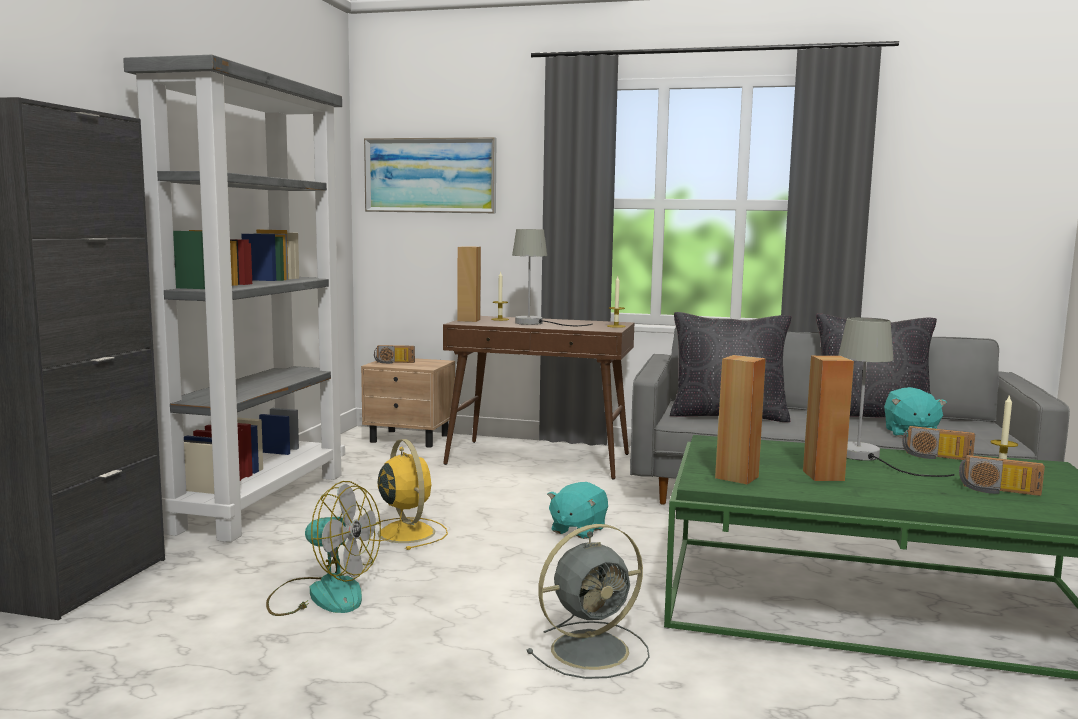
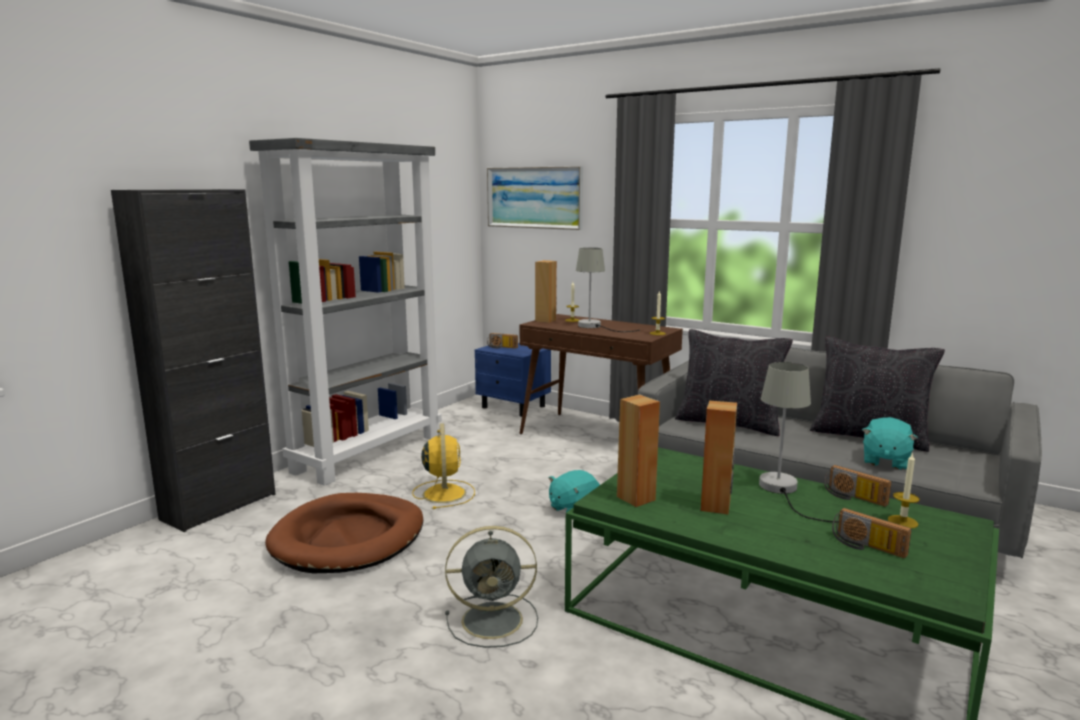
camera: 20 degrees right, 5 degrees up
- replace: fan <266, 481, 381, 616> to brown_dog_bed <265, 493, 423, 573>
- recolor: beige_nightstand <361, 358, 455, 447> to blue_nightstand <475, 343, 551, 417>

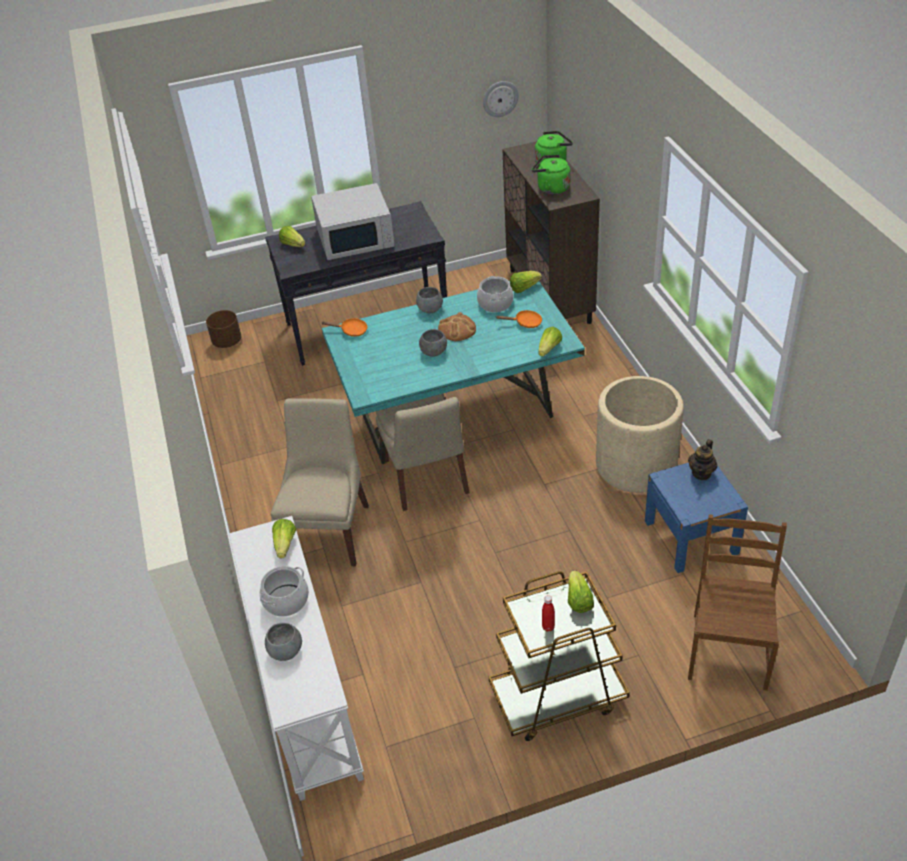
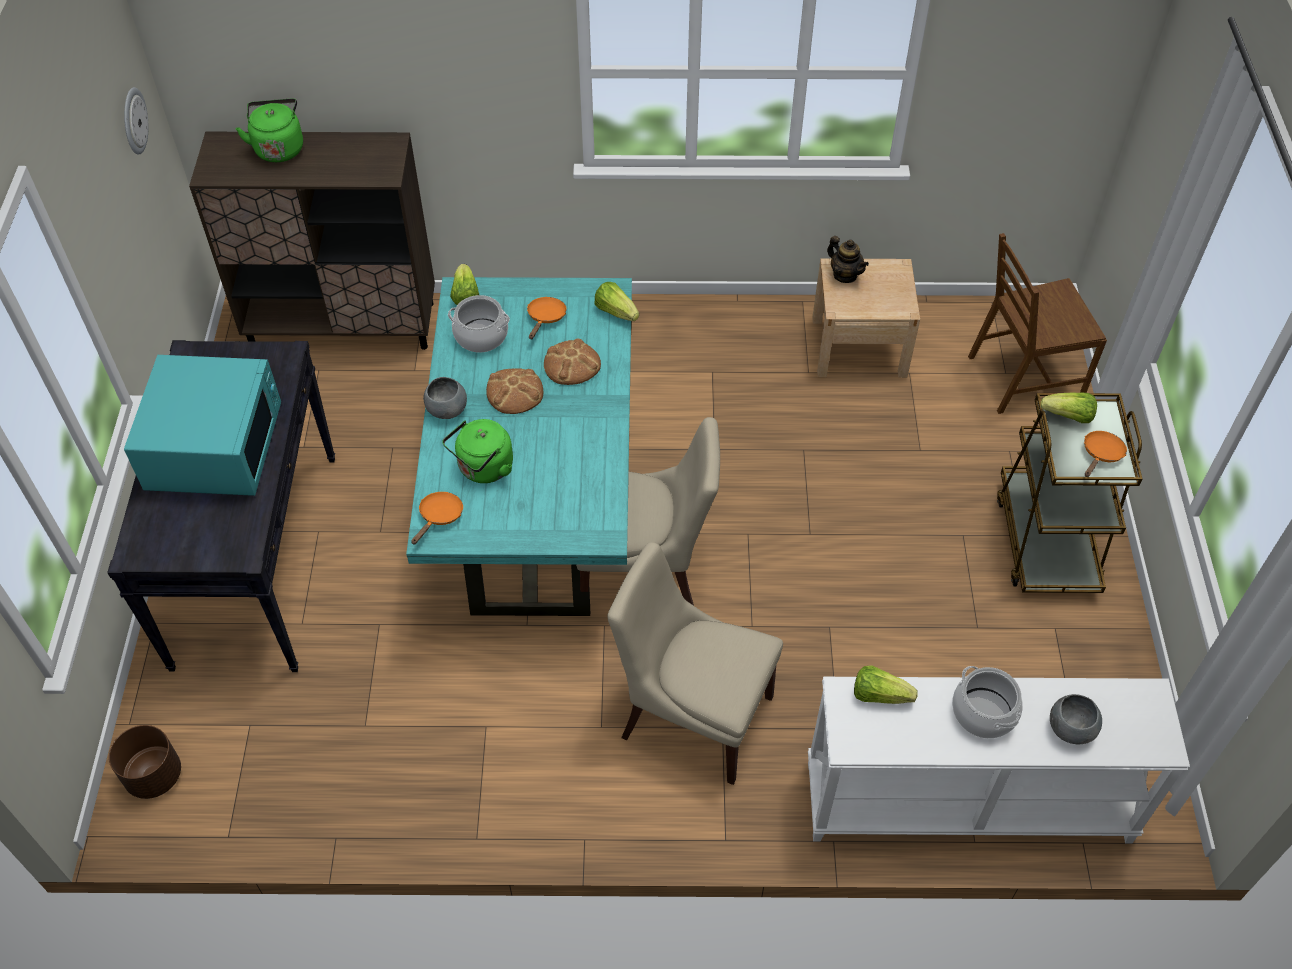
camera: 75 degrees left, 10 degrees up
- delete: lettuce <279, 226, 305, 247>
- delete: grey_bowl <419, 329, 447, 357>
- delete: beige_planter <596, 376, 684, 493>
- insert: bread <544, 338, 601, 385>
- move: green_kettle <532, 155, 570, 194> to <442, 419, 513, 483>
- replace: red_bottle <542, 595, 555, 632> to orange_frying_pan <1084, 431, 1127, 477>
- recolor: white_microwave <311, 183, 395, 260> to turquoise_microwave <124, 355, 281, 496>
- recolor: blue_nightstand <645, 463, 748, 573> to beige_nightstand <812, 259, 920, 378>
- rotate: brown_chair <688, 514, 787, 691> = <968, 233, 1107, 414> 45 degrees counterclockwise

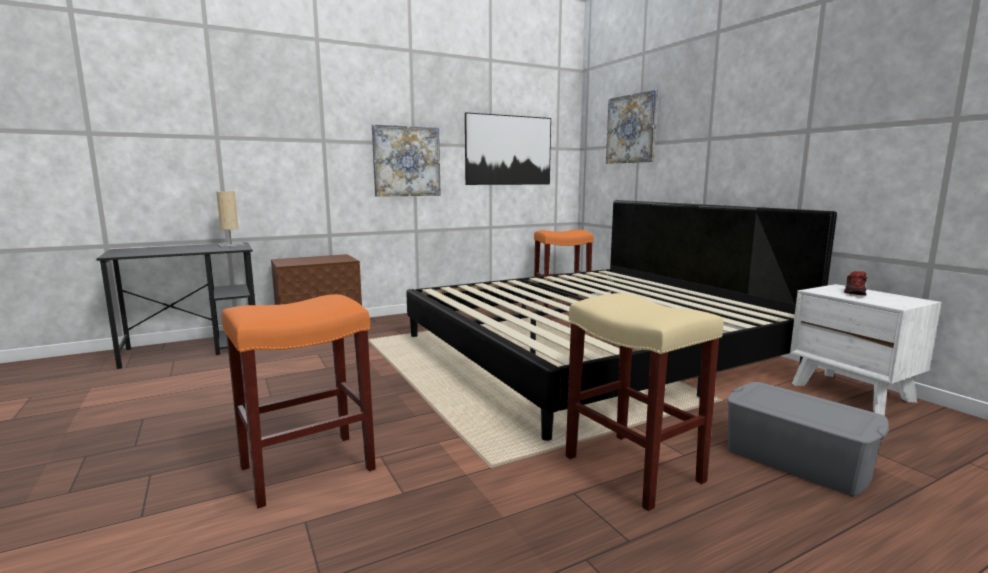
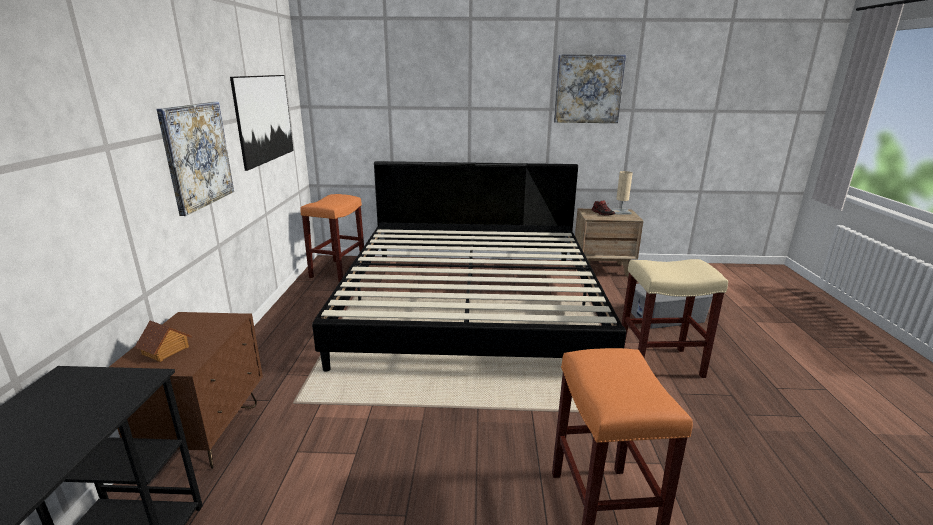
camera: 60 degrees left, 10 degrees up
- insert: toy_house <135, 320, 192, 362>
- move: beige_table_lamp <216, 192, 245, 248> to <611, 171, 633, 215>
- move: picture <606, 90, 658, 164> to <554, 54, 626, 123>
- recolor: white_nightstand <790, 284, 941, 416> to brown_nightstand <575, 209, 644, 277>

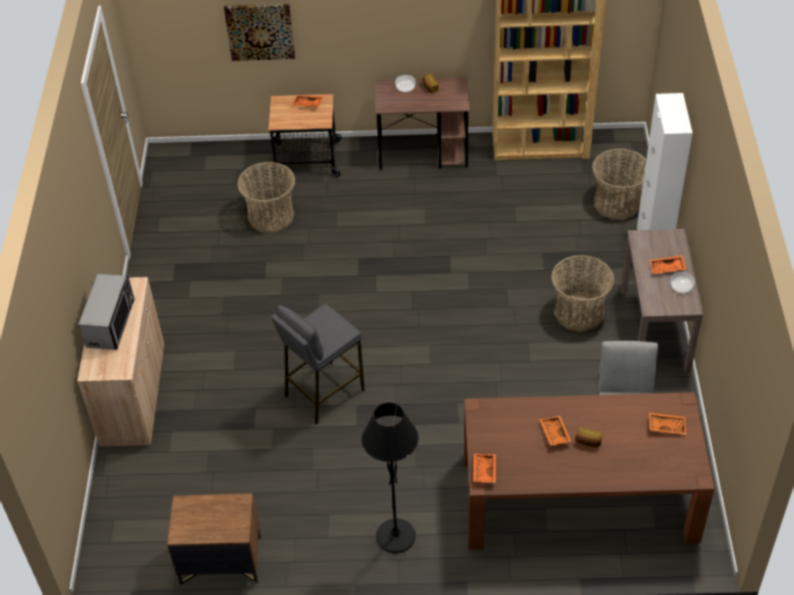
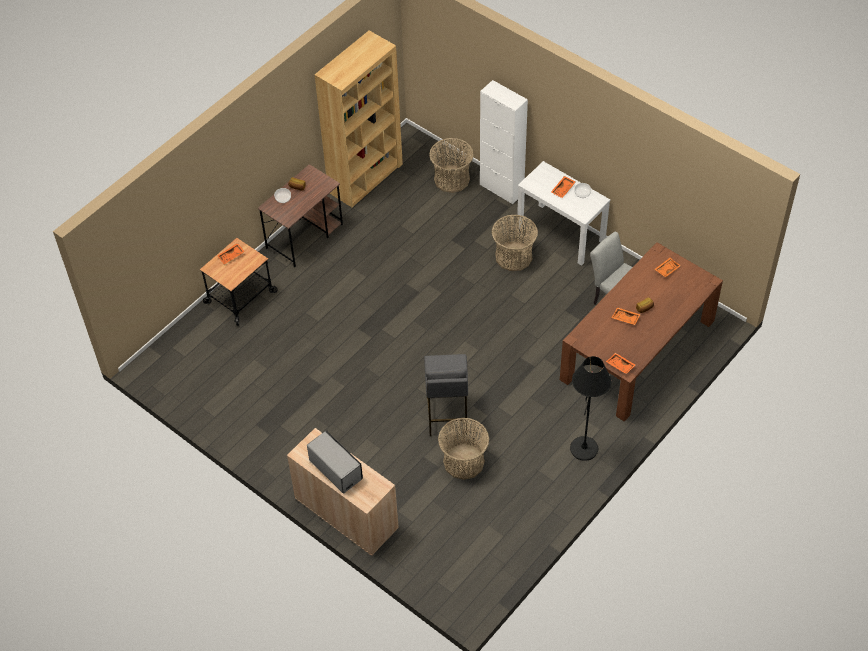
camera: 50 degrees left, 5 degrees up
- delete: brown_nightstand <167, 493, 261, 585>
- delete: picture <224, 4, 295, 61>
- move: basket <237, 162, 295, 233> to <438, 418, 489, 480>
- recolor: brown_console_table <620, 229, 703, 373> to white_console_table <517, 161, 610, 266>

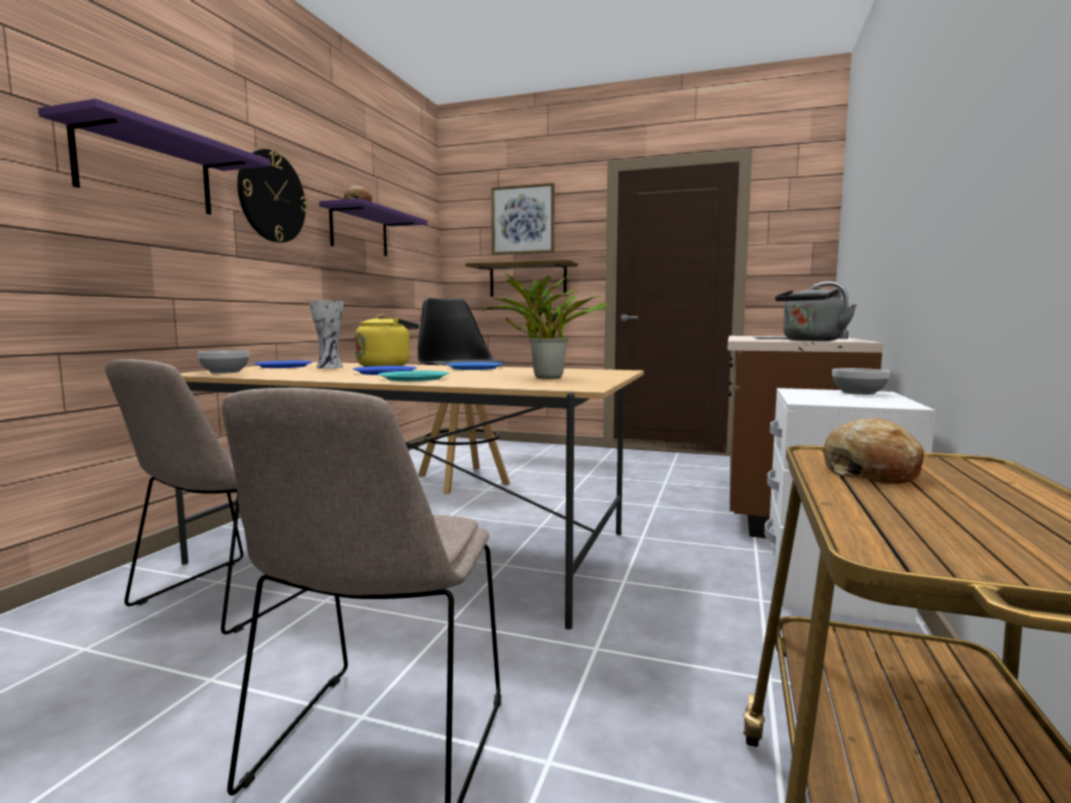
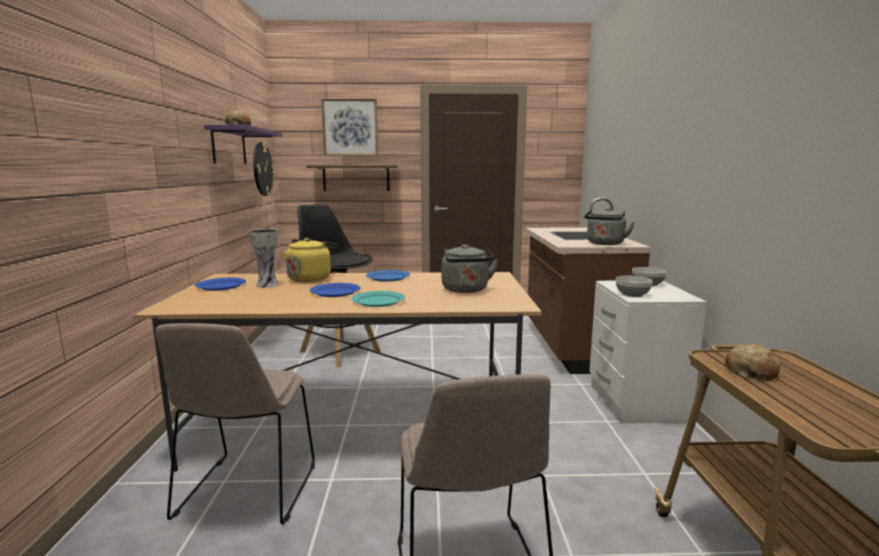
camera: 20 degrees left, 5 degrees up
- delete: purple_shelf <38, 98, 271, 215>
- move: bowl <197, 350, 249, 374> to <616, 276, 653, 297>
- move: wall_clock <237, 149, 308, 243> to <253, 142, 275, 196>
- replace: potted_plant <481, 271, 607, 379> to grey_kettle <442, 244, 498, 293>

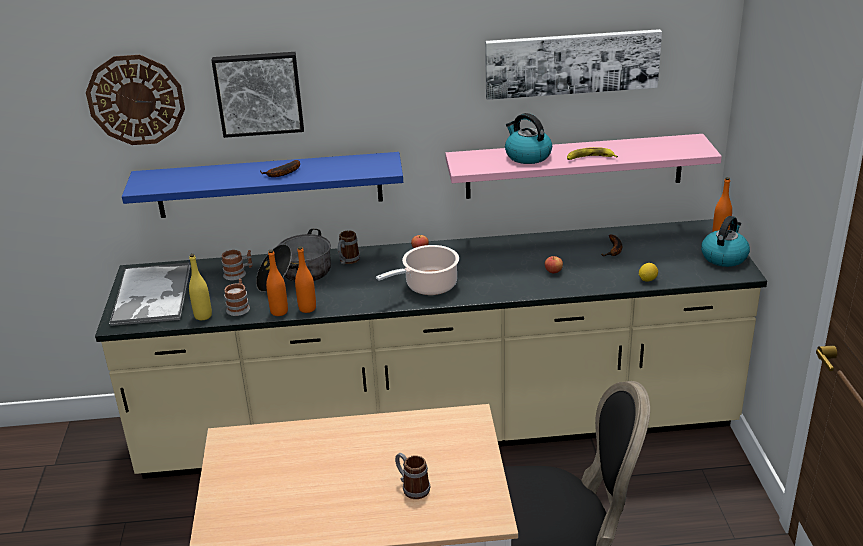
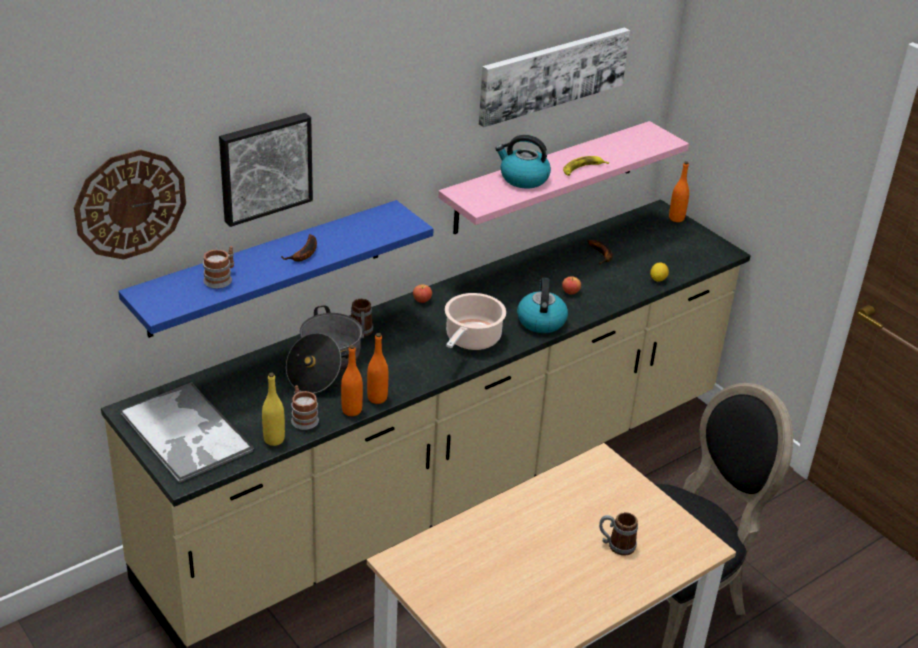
camera: 35 degrees left, 5 degrees up
- move: mug <222, 250, 253, 281> to <203, 246, 234, 289>
- move: kettle <701, 216, 750, 267> to <517, 277, 568, 333>

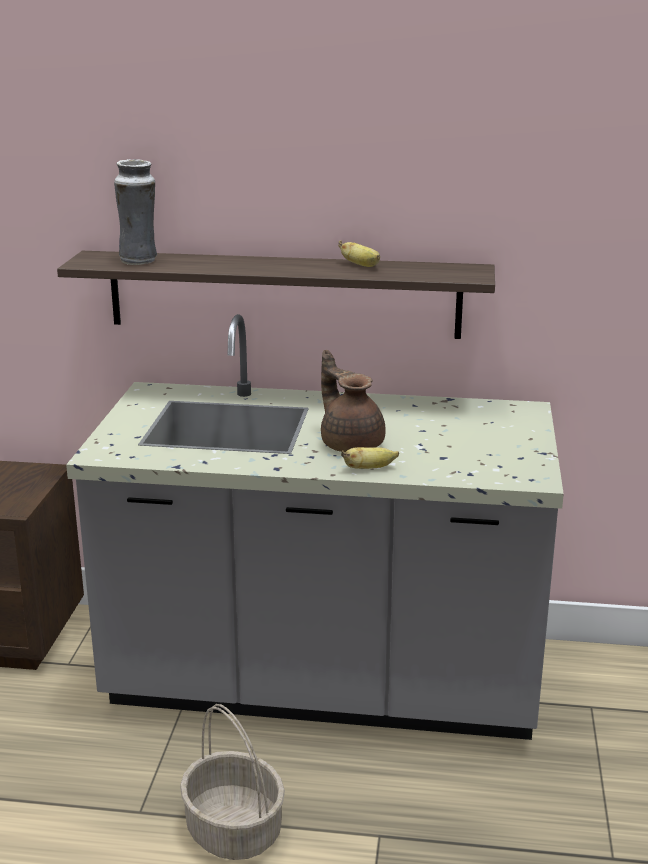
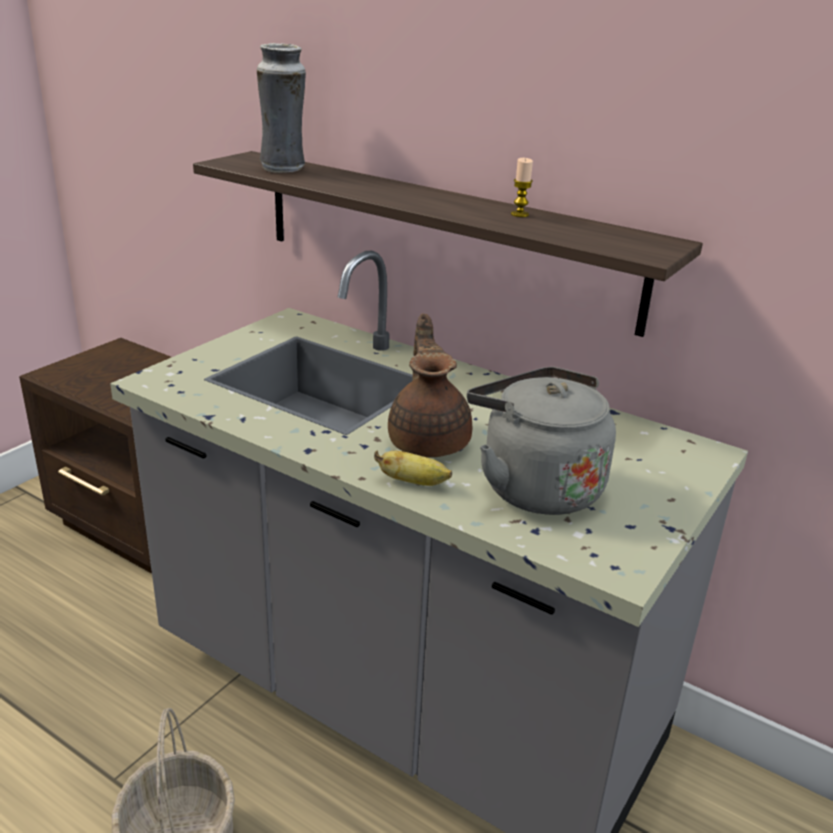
camera: 25 degrees right, 5 degrees up
- insert: grey_kettle <467, 367, 616, 515>
- replace: banana <338, 241, 380, 267> to candle <511, 158, 533, 217>

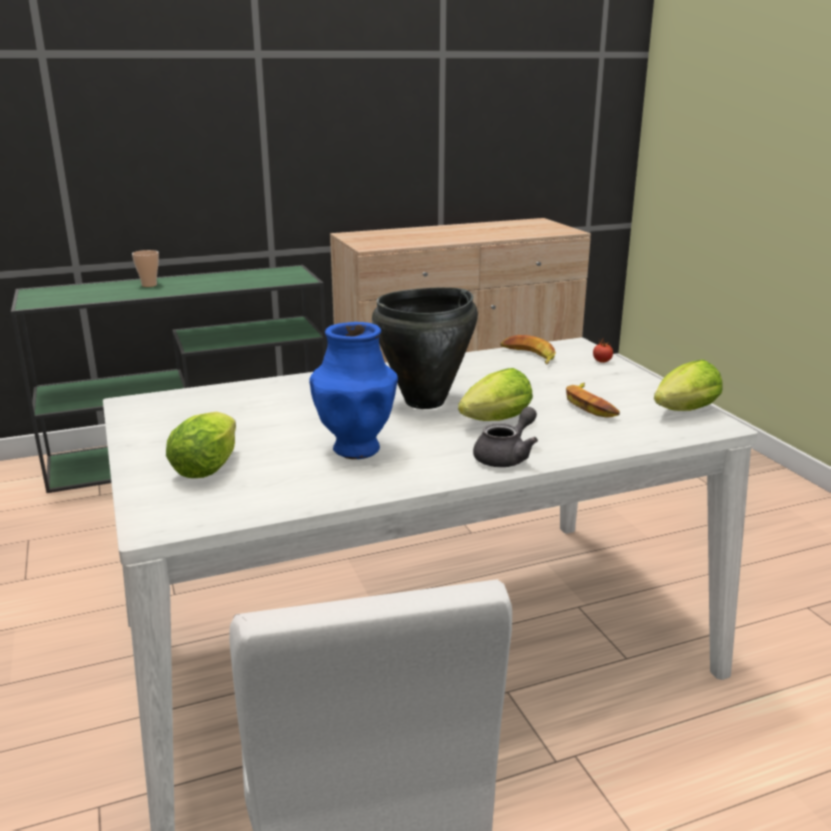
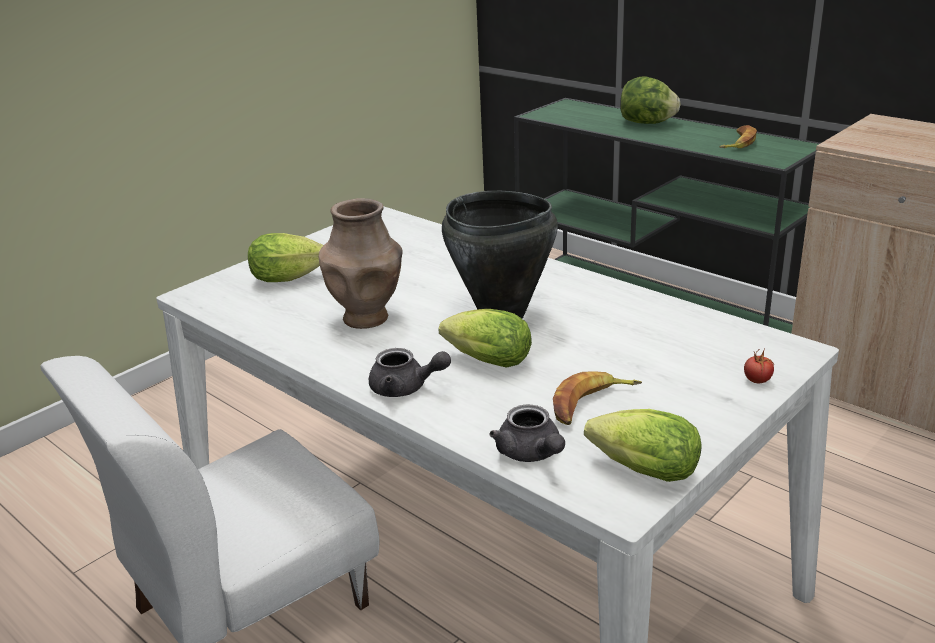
camera: 65 degrees right, 5 degrees up
- insert: grey_teapot <489, 405, 565, 462>
- move: banana <500, 335, 556, 364> to <720, 125, 757, 148>
- replace: cup <132, 250, 159, 287> to lettuce <620, 77, 681, 124>
- recolor: blue_vase <309, 322, 398, 459> to brown_vase <318, 198, 402, 329>

